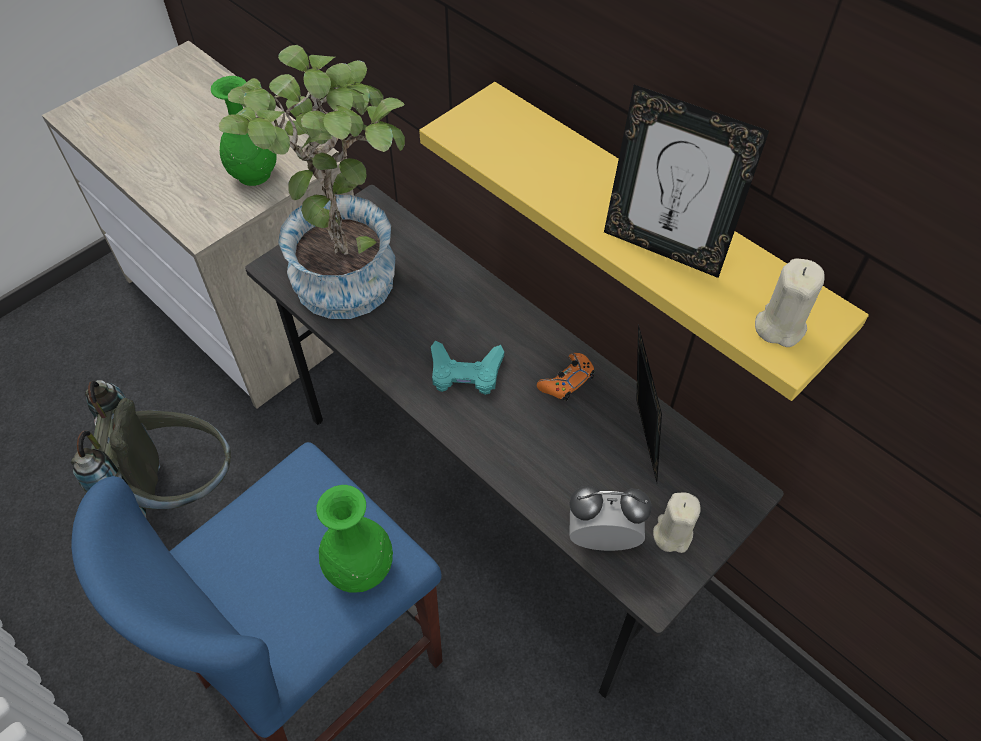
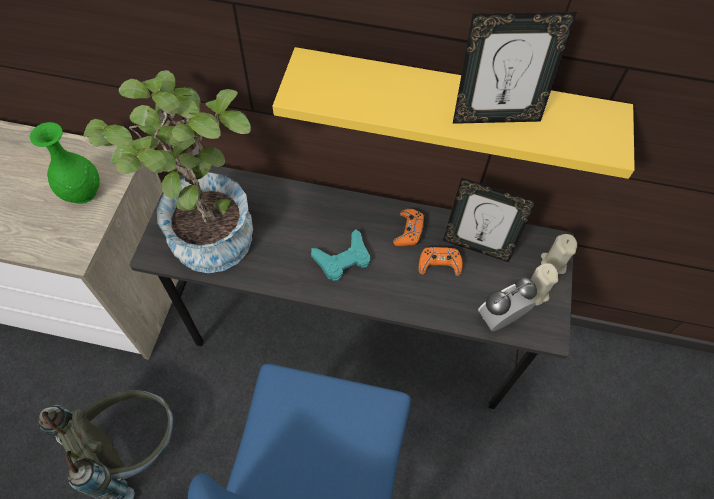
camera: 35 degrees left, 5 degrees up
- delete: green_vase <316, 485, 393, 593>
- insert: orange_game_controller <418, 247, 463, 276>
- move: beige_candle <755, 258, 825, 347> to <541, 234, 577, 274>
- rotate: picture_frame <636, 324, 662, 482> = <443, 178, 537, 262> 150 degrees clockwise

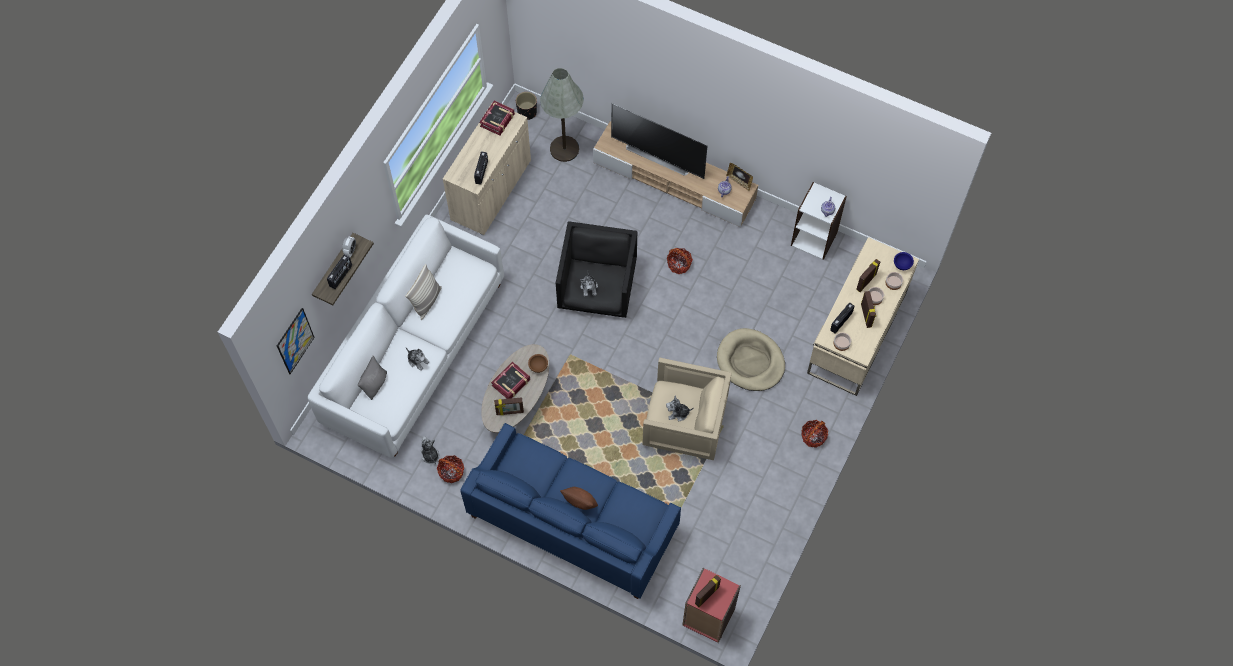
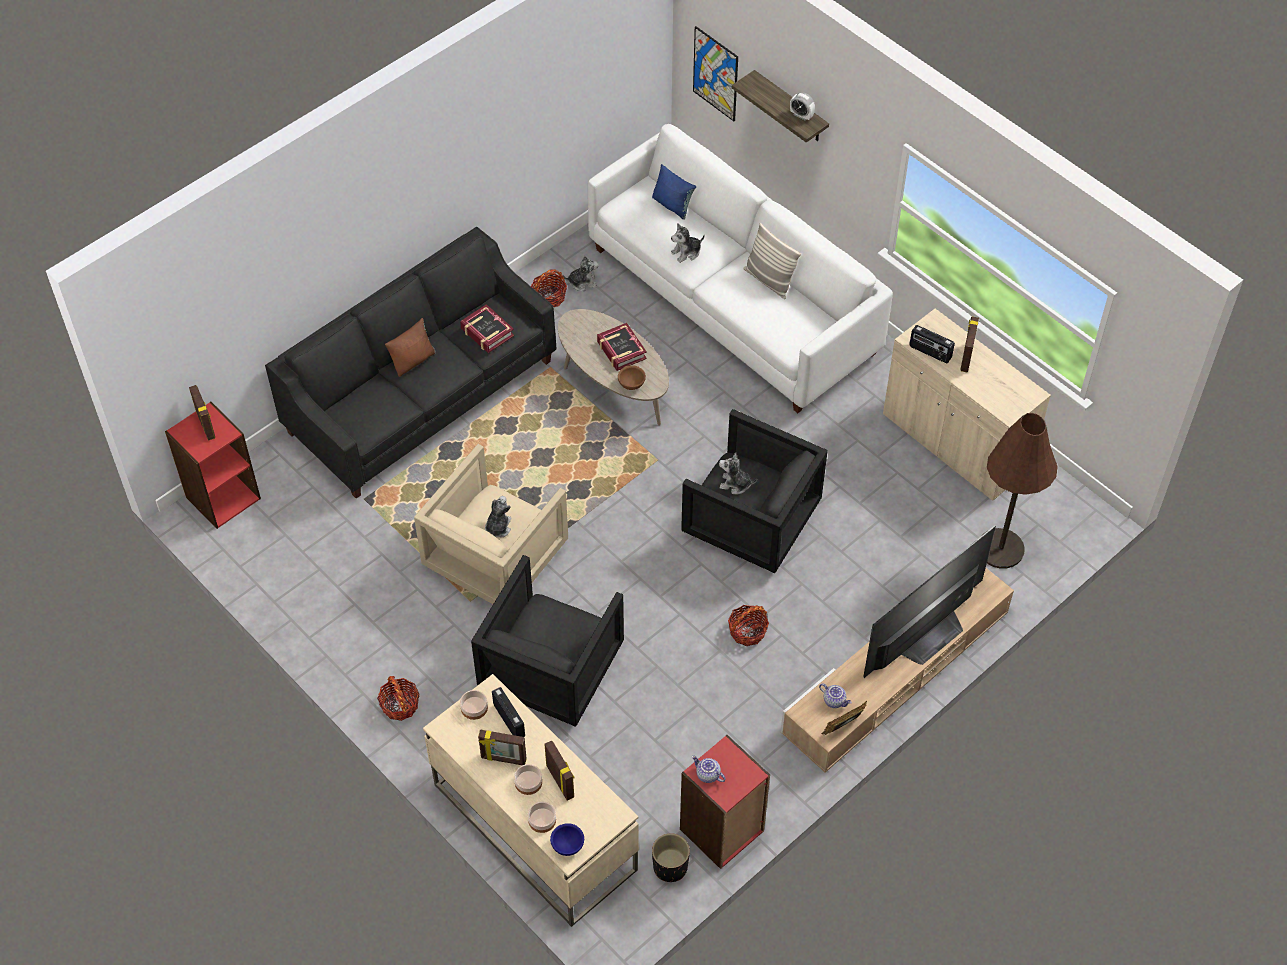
camera: 110 degrees right, 10 degrees down
- delete: radio <327, 254, 352, 289>
- move: book <479, 101, 515, 136> to <460, 304, 514, 353>
- move: picture_frame <494, 397, 524, 415> to <960, 316, 979, 373>
- move: black_planter <516, 92, 537, 120> to <652, 833, 690, 882>
- replace: beige_dog_bed <717, 328, 785, 391> to black_armchair <471, 555, 624, 727>
- recolor: grey_pillow <358, 356, 387, 400> to blue_pillow <652, 164, 696, 220>
- recolor: blue_sofa <460, 423, 681, 599> to black_sofa <265, 227, 557, 499>
- recolor: grey_floor_lamp <540, 68, 584, 162> to brown_floor_lamp <982, 413, 1058, 568>
- recolor: white_bookcase <791, 182, 847, 260> to red_bookcase <680, 735, 770, 869>

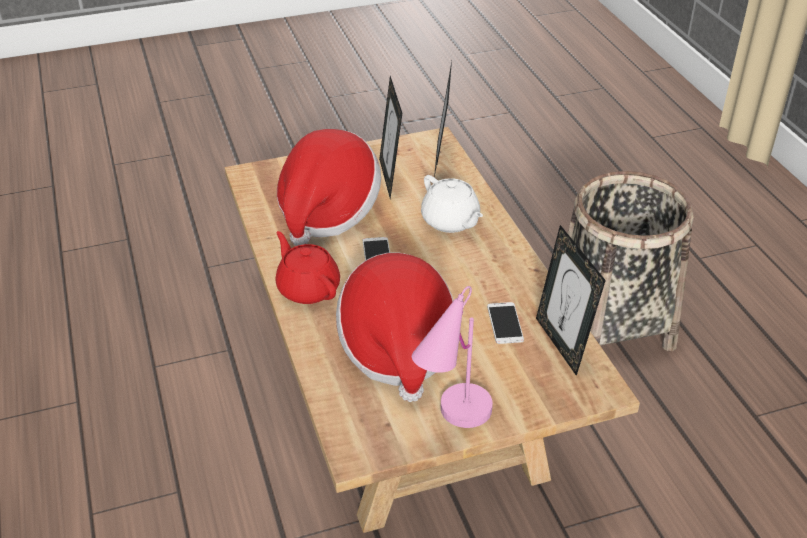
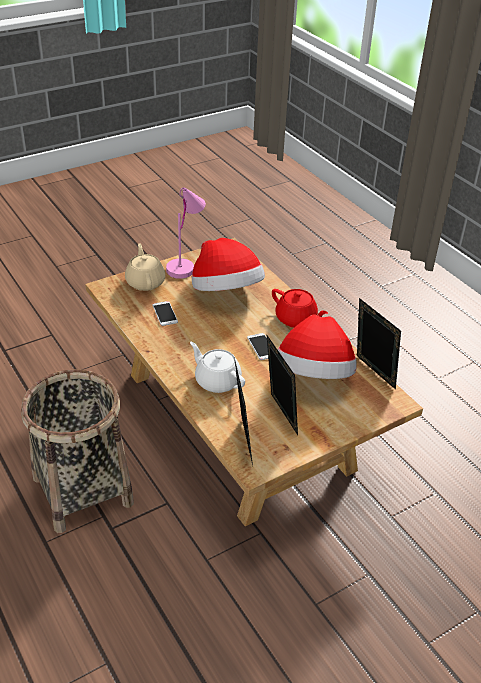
camera: 165 degrees right, 0 degrees up
- insert: beige_teapot <125, 243, 165, 291>
- move: picture_frame <536, 225, 606, 376> to <357, 298, 401, 389>

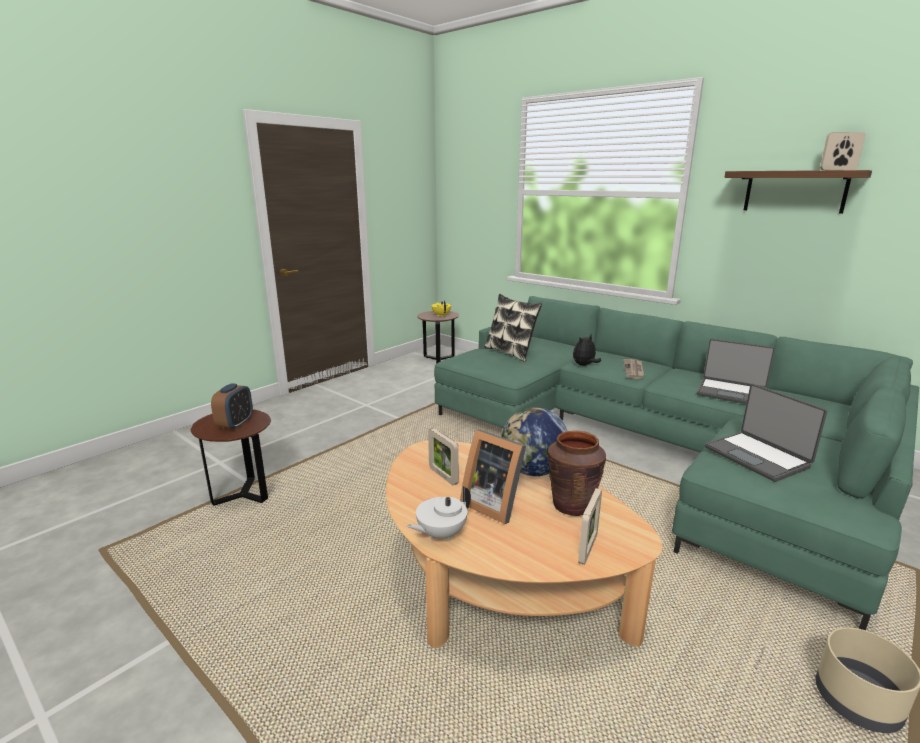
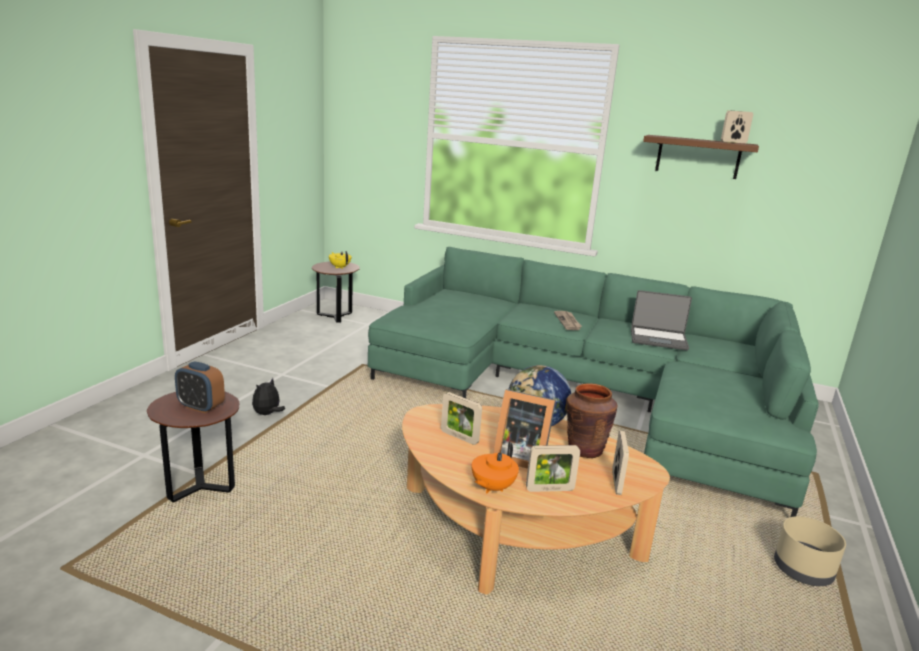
camera: 20 degrees left, 0 degrees up
- delete: pillow <484, 294, 542, 362>
- delete: laptop <705, 384, 827, 482>
- insert: picture_frame <526, 445, 580, 492>
- move: plush_toy <573, 335, 601, 366> to <252, 378, 285, 415>
- recolor: white_teapot <407, 486, 471, 540> to orange_teapot <472, 441, 519, 493>
- rotate: alarm_clock <211, 383, 253, 430> = <175, 362, 225, 413> 120 degrees clockwise

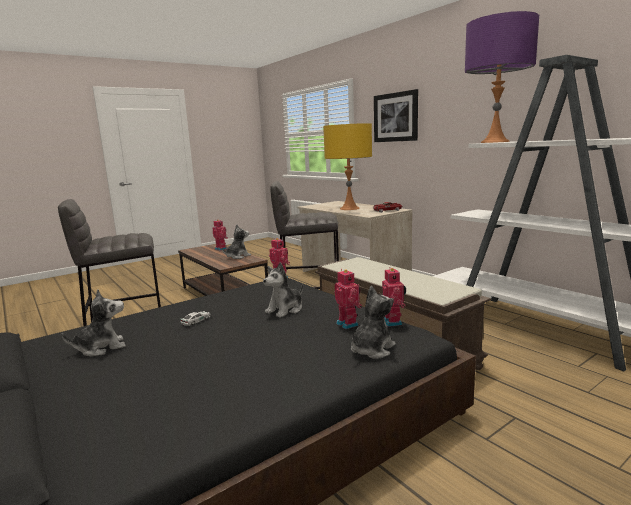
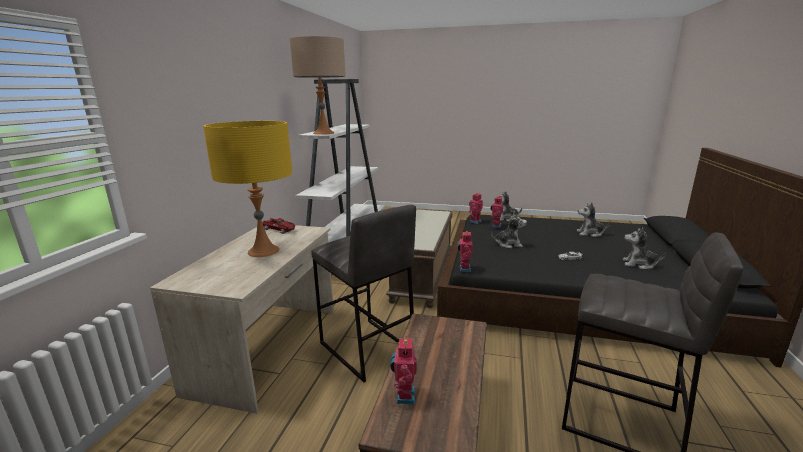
camera: 130 degrees left, 5 degrees up
- delete: picture <374, 89, 418, 142>
- move: plush_toy <222, 224, 251, 259> to <576, 203, 610, 237>
- recolor: purple_table_lamp <465, 11, 539, 143> to beige_table_lamp <290, 36, 346, 135>

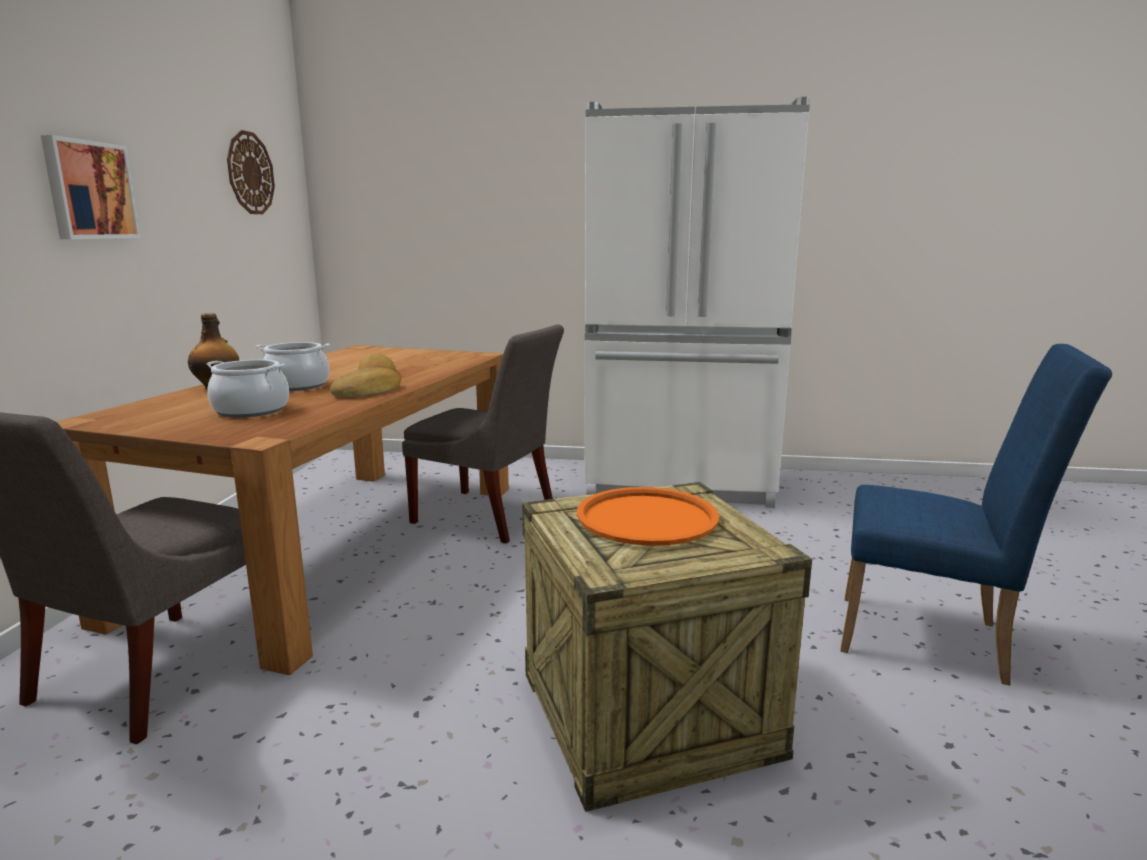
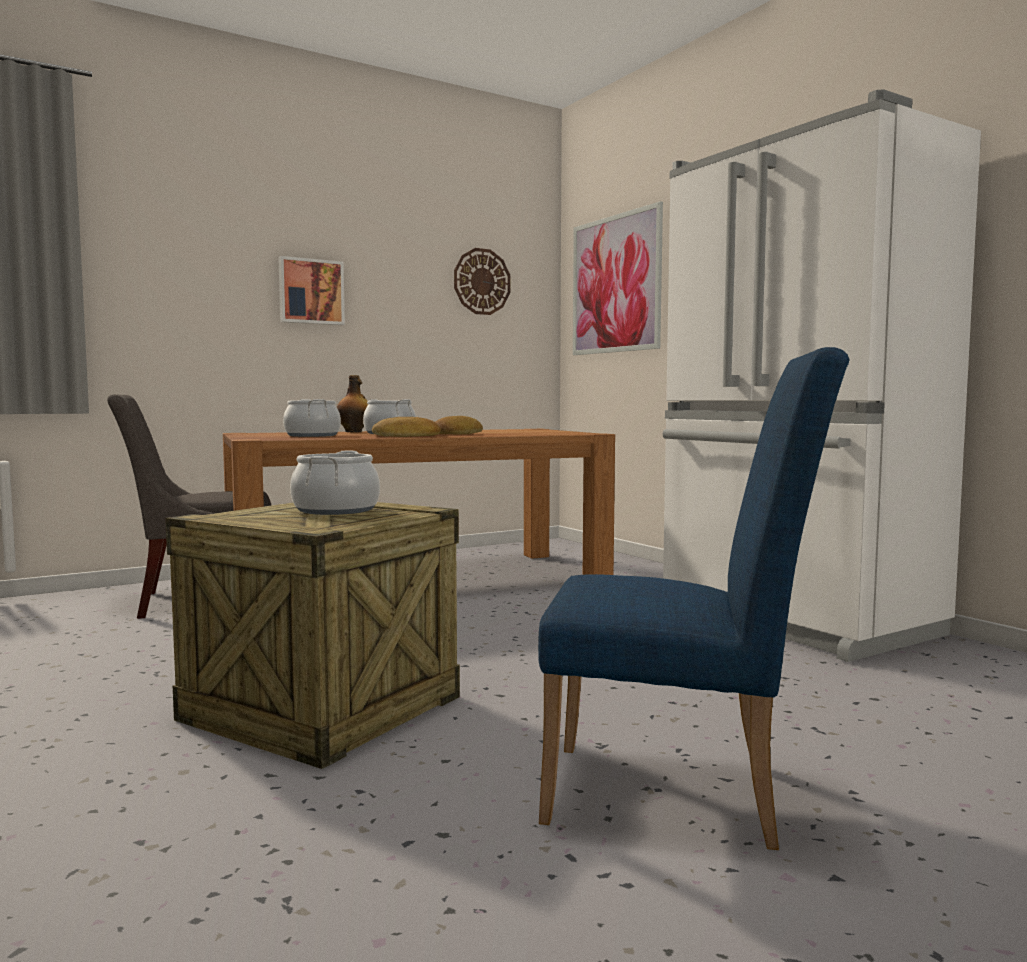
camera: 50 degrees right, 10 degrees down
- delete: grey_chair <402, 324, 564, 543>
- insert: picture <573, 201, 663, 355>
- replace: orange_tray <577, 487, 719, 546> to cooking_pot <290, 450, 380, 515>
- rotate: blue_chair <840, 344, 1112, 685> = <538, 347, 850, 850> 60 degrees counterclockwise

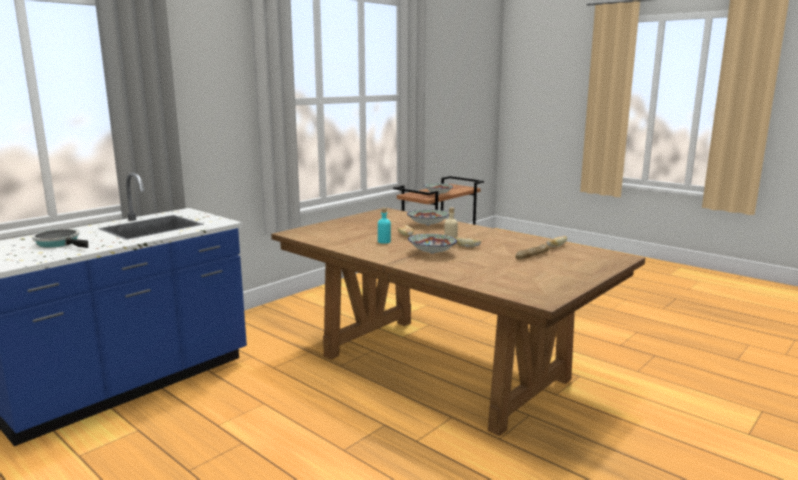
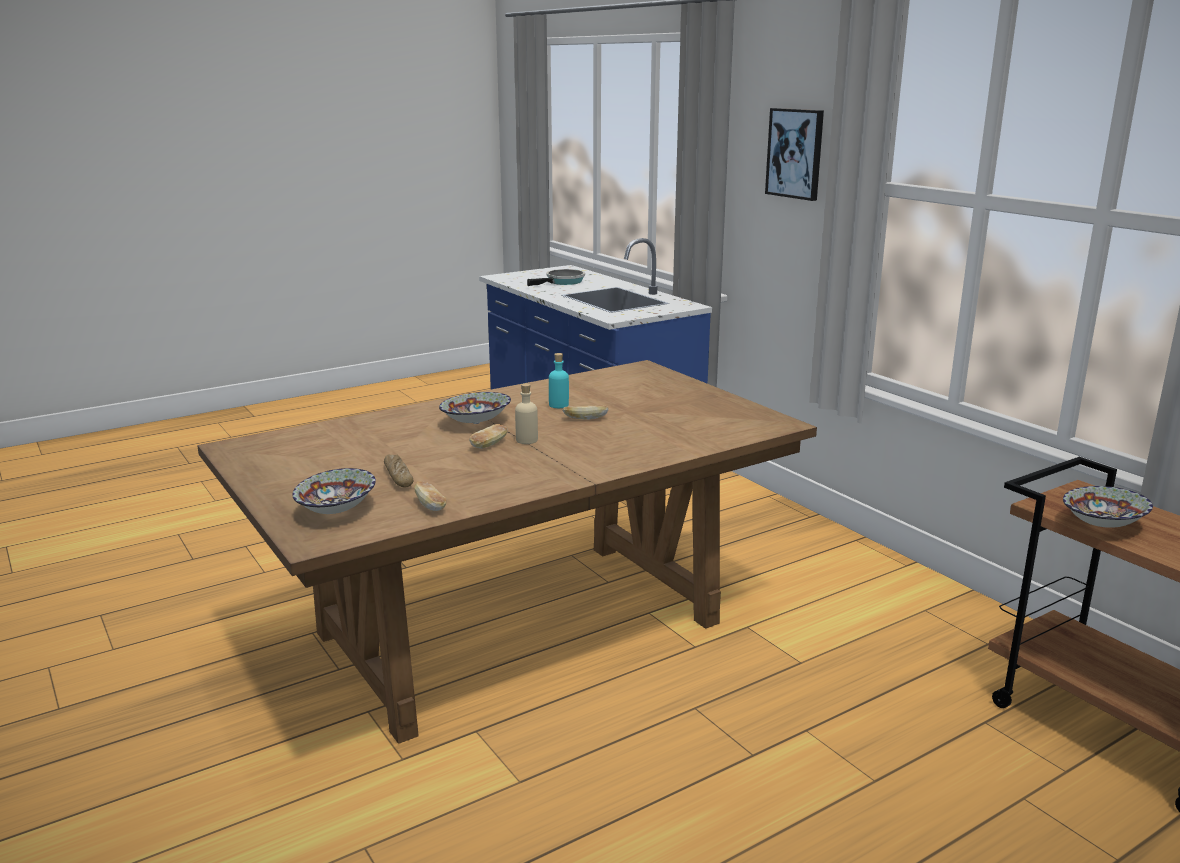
camera: 105 degrees right, 5 degrees up
- insert: picture <765, 108, 824, 201>
- move: bowl <407, 209, 449, 226> to <292, 468, 376, 514>

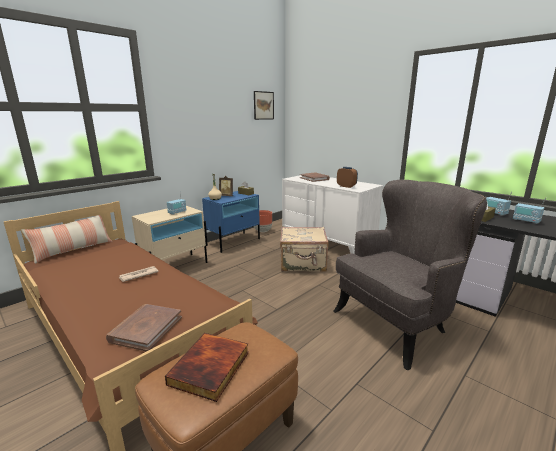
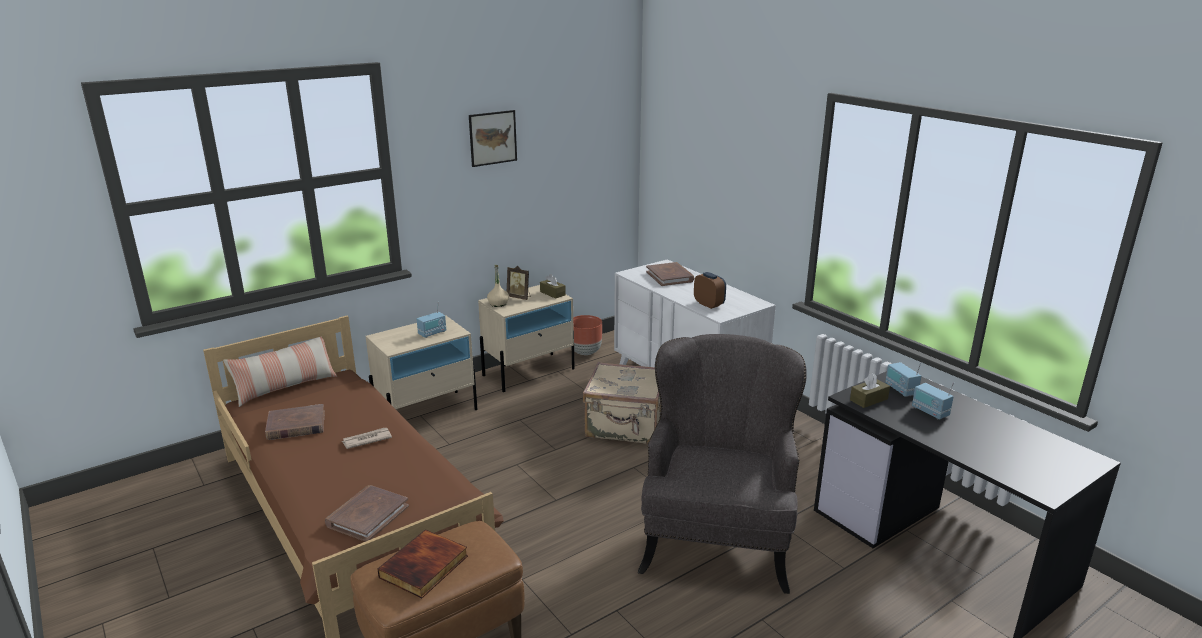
camera: 10 degrees right, 5 degrees up
- insert: brown_book <265, 404, 325, 440>
- move: picture <254, 91, 274, 120> to <469, 110, 517, 167>
- recolor: blue_nightstand <202, 191, 260, 253> to beige_nightstand <478, 285, 574, 392>
- rotate: grey_armchair <333, 180, 487, 370> = <638, 334, 807, 594> 60 degrees counterclockwise

